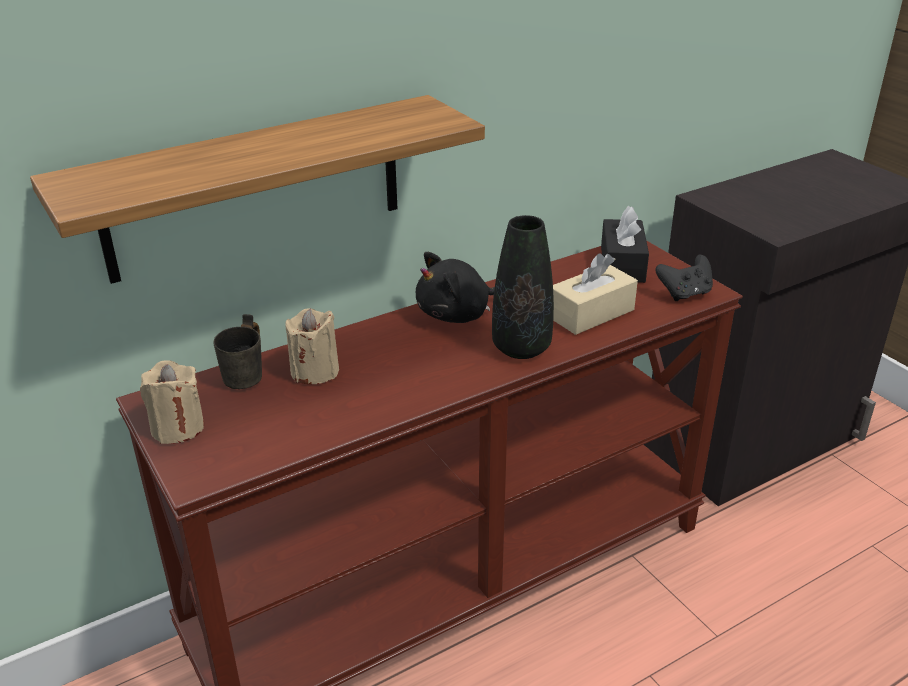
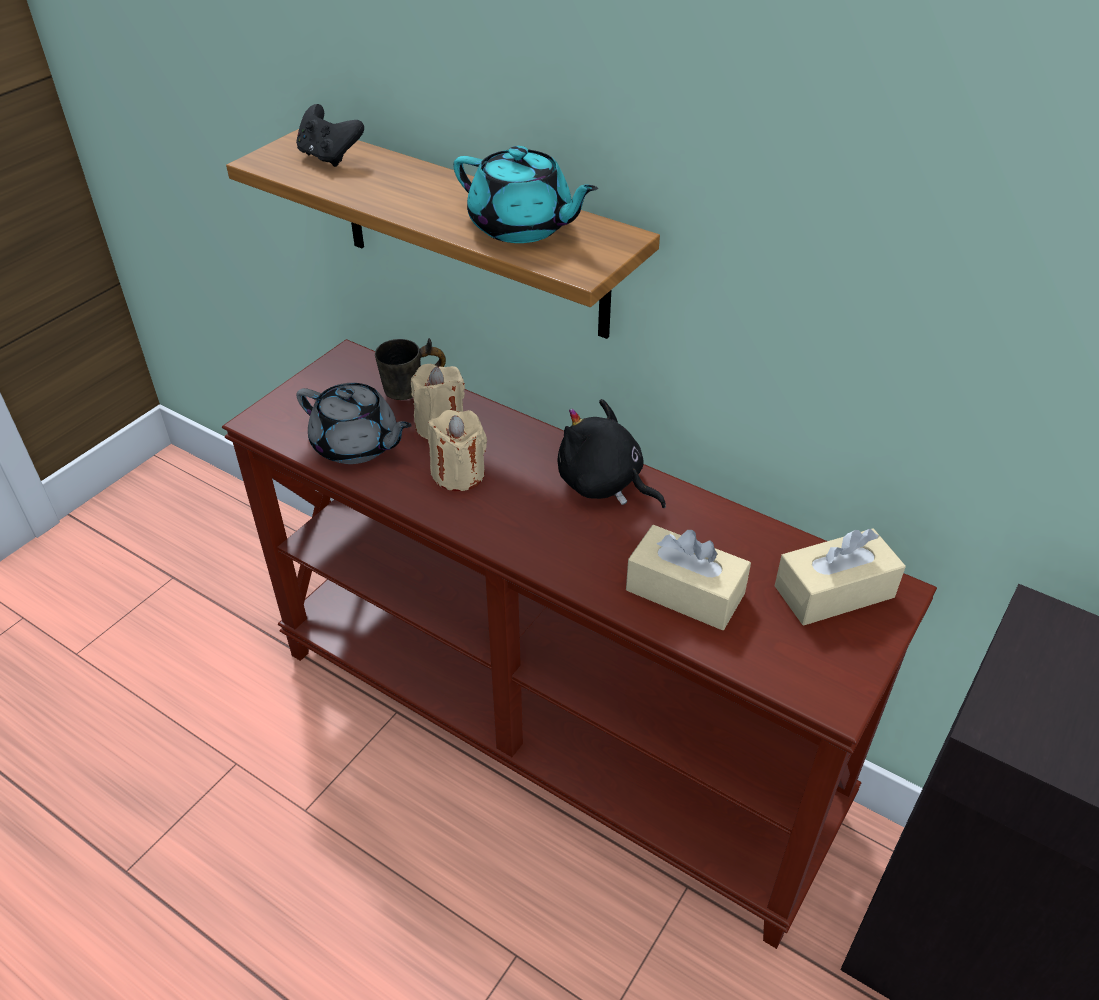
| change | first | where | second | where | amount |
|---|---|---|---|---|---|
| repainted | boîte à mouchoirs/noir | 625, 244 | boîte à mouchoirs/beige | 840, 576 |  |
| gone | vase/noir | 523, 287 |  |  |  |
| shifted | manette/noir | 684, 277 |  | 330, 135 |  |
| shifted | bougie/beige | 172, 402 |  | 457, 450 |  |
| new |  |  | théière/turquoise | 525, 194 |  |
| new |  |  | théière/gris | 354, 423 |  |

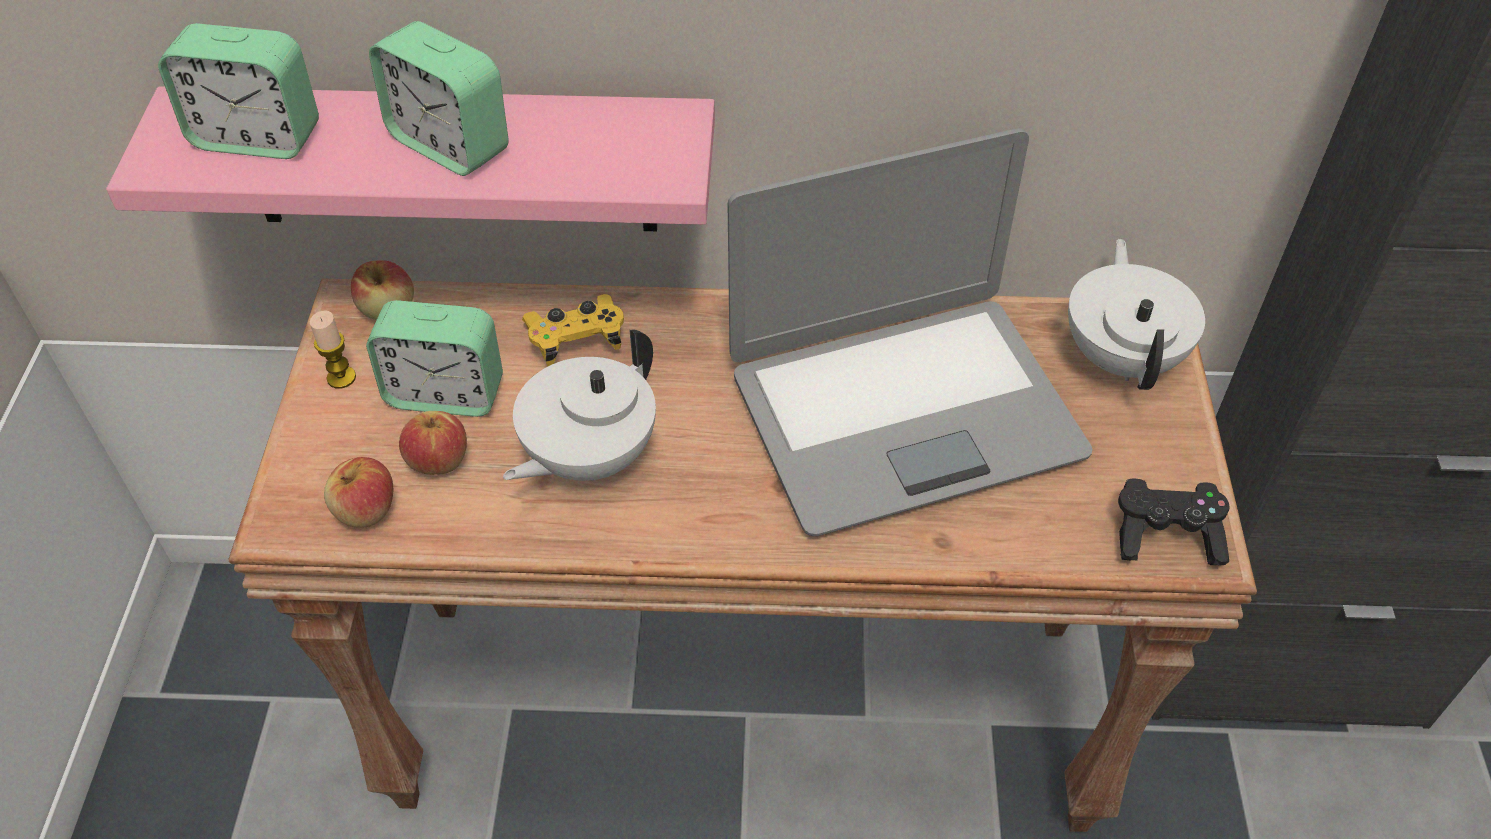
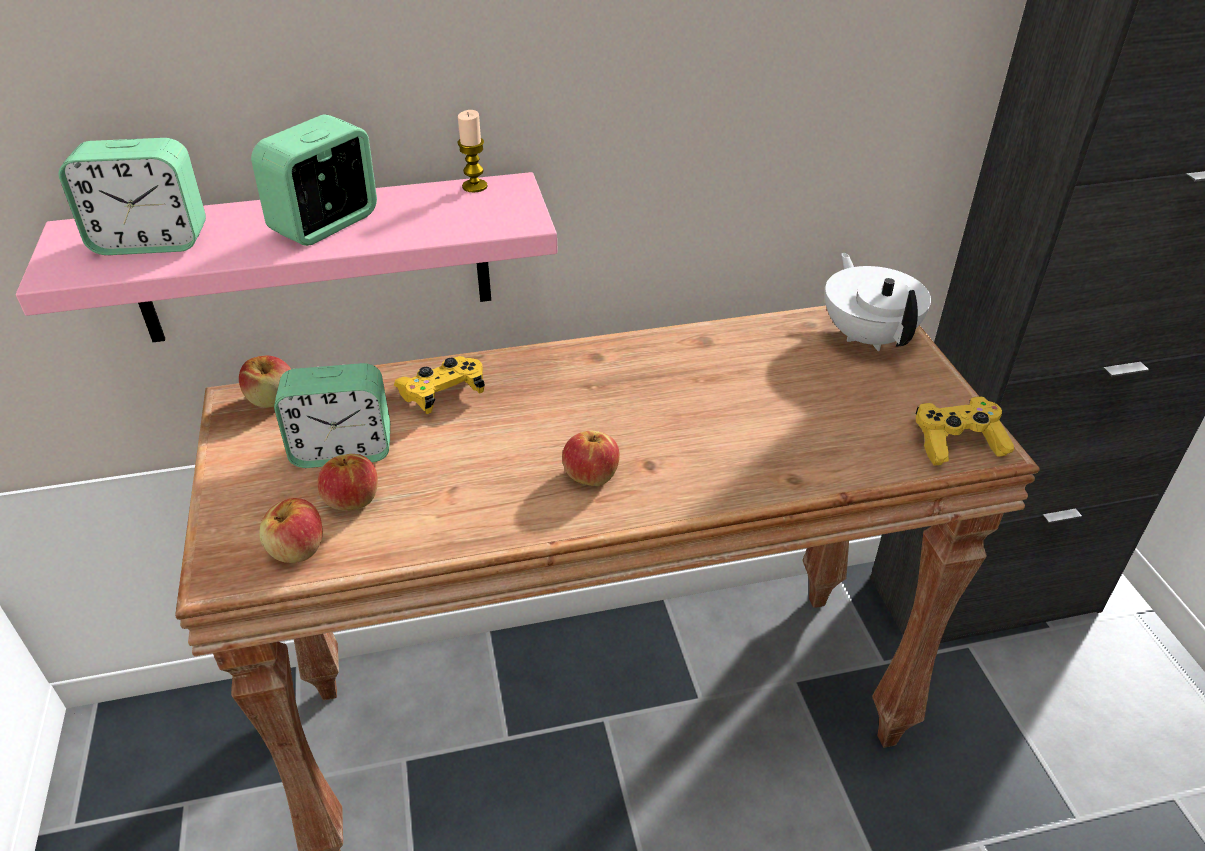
| change | first | where | second | where | amount |
|---|---|---|---|---|---|
| rotated | réveil | 439, 98 |  | 314, 180 | 105 degrees clockwise |
| gone | ordinateur portable | 910, 332 |  |  |  |
| shifted | bougie | 333, 350 |  | 472, 151 |  |
| gone | théière/blanc | 579, 405 |  |  |  |
| repainted | manette/noir | 1174, 521 | manette/jaune | 965, 431 |  |
| new |  |  | pomme | 591, 458 |  |

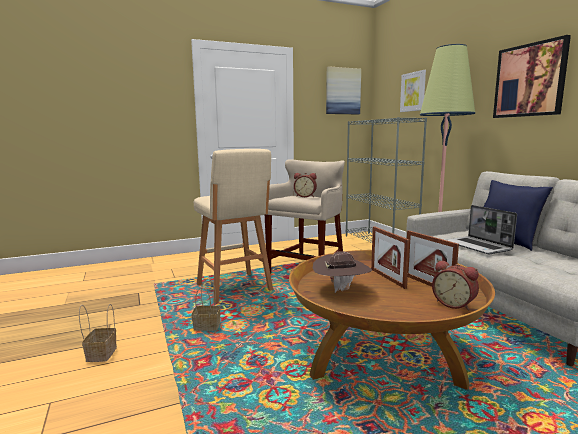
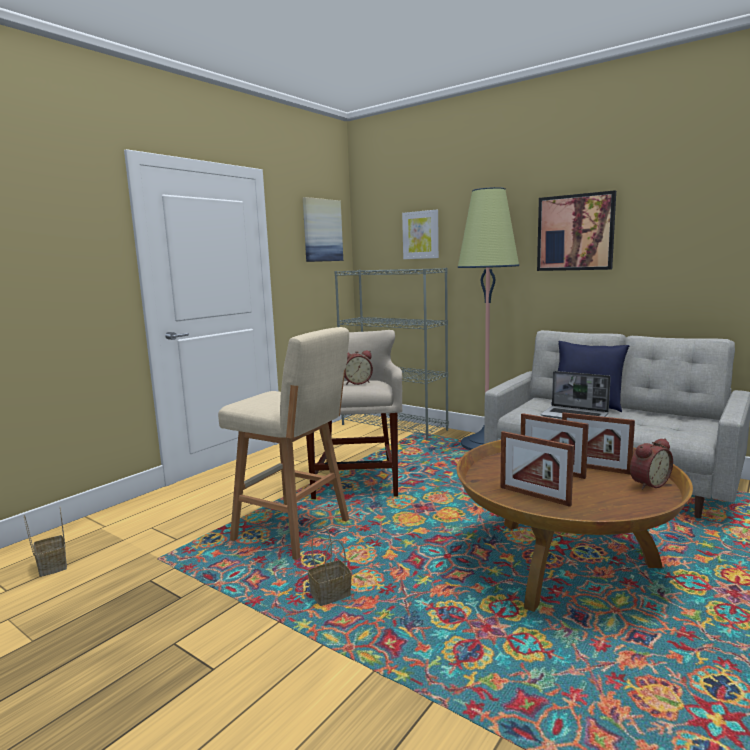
| change | first | where | second | where | amount |
|---|---|---|---|---|---|
| swapped | chapeau/marron | 342, 272 | cadre photo | 537, 469 |  |
| rotated | réveil | 455, 285 |  | 651, 463 | 45 degrees counterclockwise |
| shifted | panier | 98, 333 |  | 45, 542 |  |

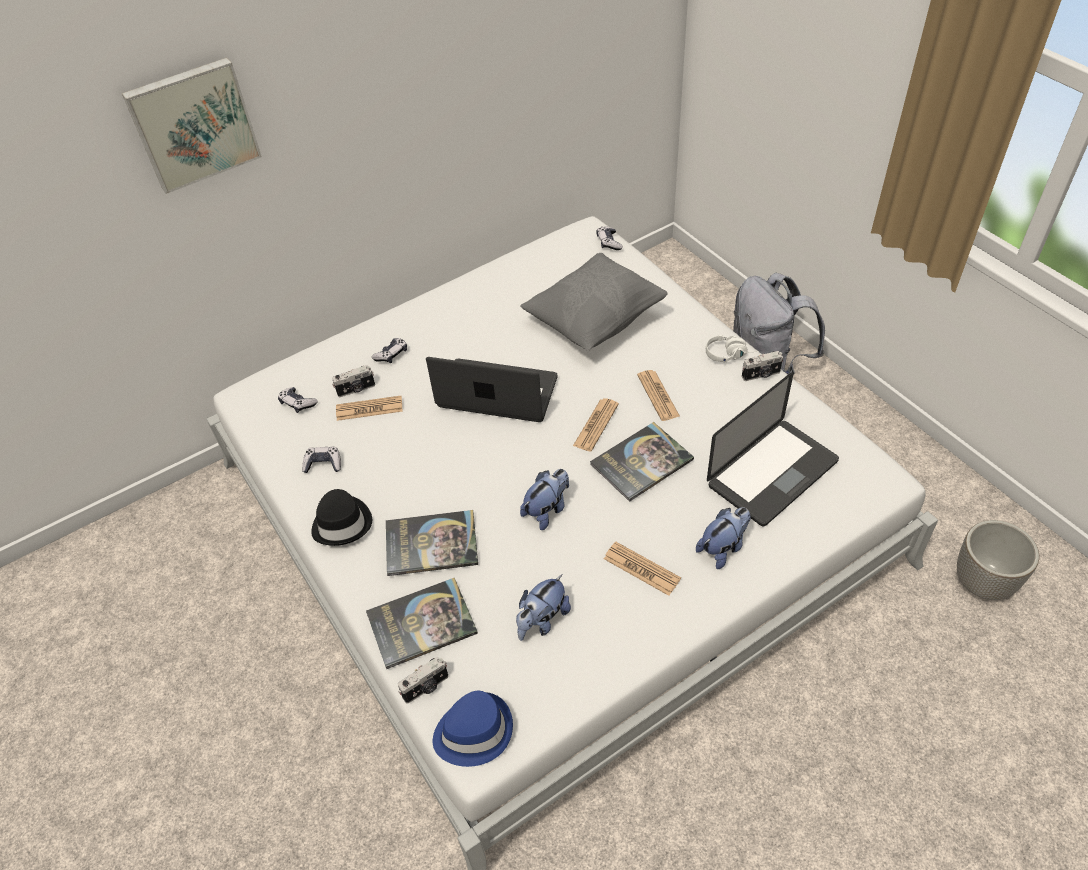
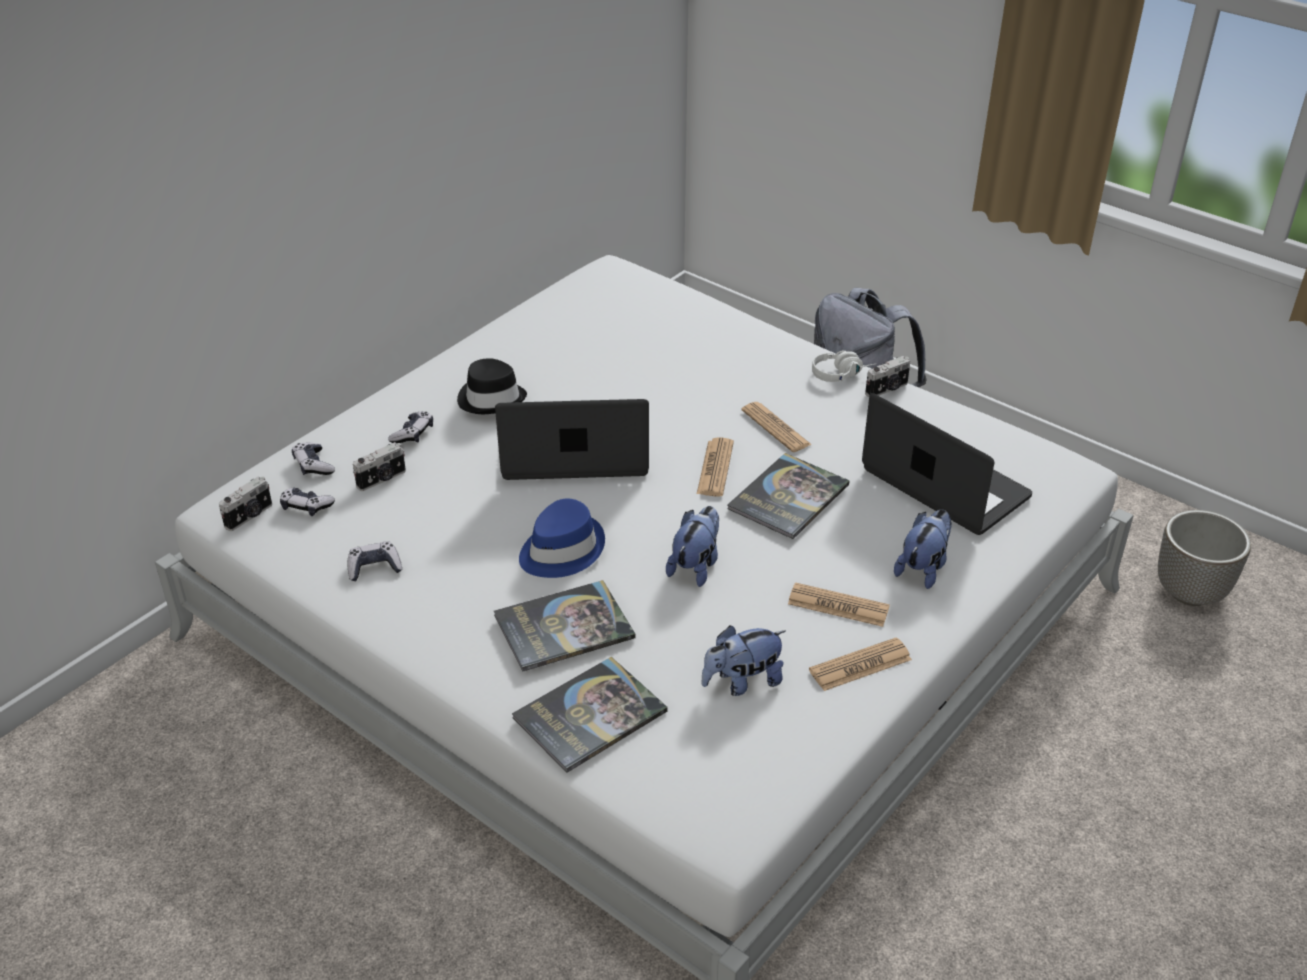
| change | first | where | second | where | amount |
|---|---|---|---|---|---|
| gone | tableau | 192, 126 |  |  |  |
| shifted | manette | 609, 238 |  | 313, 459 |  |
| gone | coussin/gris | 594, 301 |  |  |  |
| rotated | ordinateur portable | 773, 449 |  | 947, 464 | 75 degrees counterclockwise |
| shifted | journal | 369, 408 |  | 860, 664 |  |
| shifted | chapeau/noir | 341, 517 |  | 492, 386 |  |
| rotated | peluche | 543, 608 |  | 743, 660 | 45 degrees clockwise |
| shifted | appareil photo | 423, 680 |  | 245, 503 |  |
| shifted | chapeau/bleu | 473, 729 |  | 562, 538 |  |

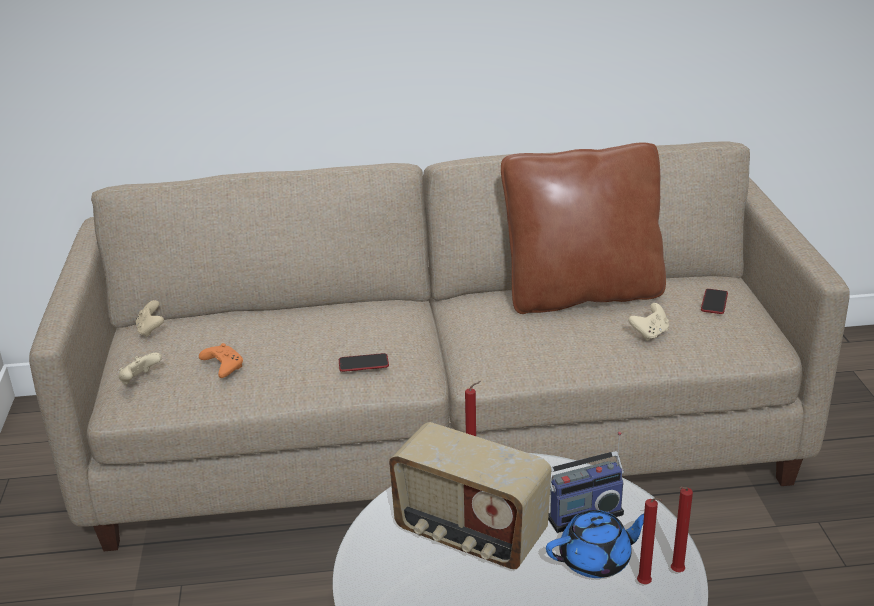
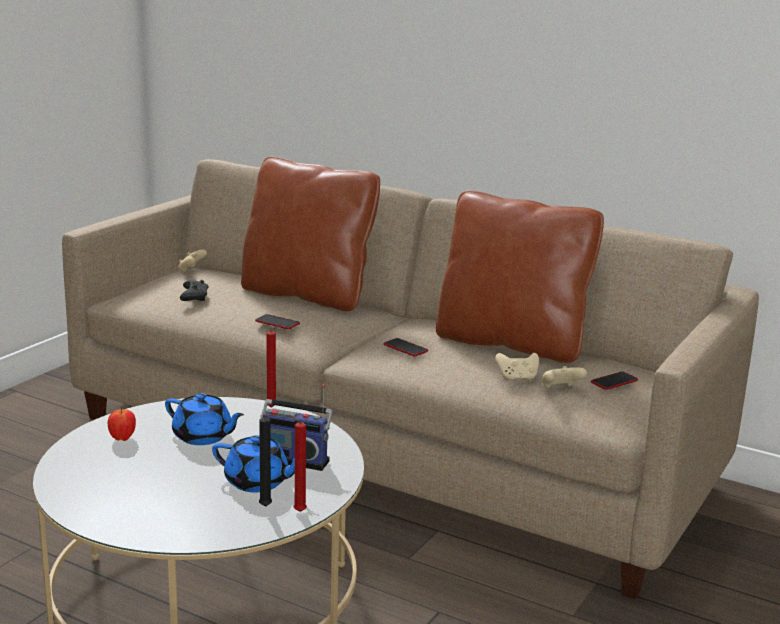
| change | first | where | second | where | amount |
|---|---|---|---|---|---|
| repainted | manette/orange | 221, 360 | manette/noir | 194, 290 |  |
| shifted | manette/beige | 140, 368 |  | 564, 377 |  |
| swapped | radio | 470, 495 | théière/bleu | 204, 419 |  |
| repainted | bougie/rouge | 649, 541 | bougie/noir | 265, 460 |  |
| new |  |  | coussin/marron | 310, 234 |  |
| new |  |  | téléphone | 406, 347 |  |
| new |  |  | pomme | 122, 424 |  |

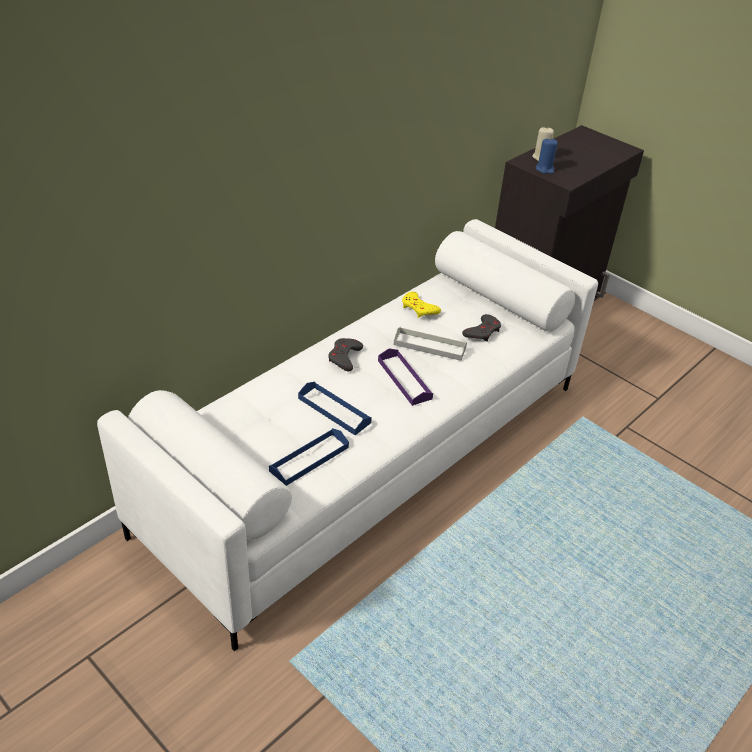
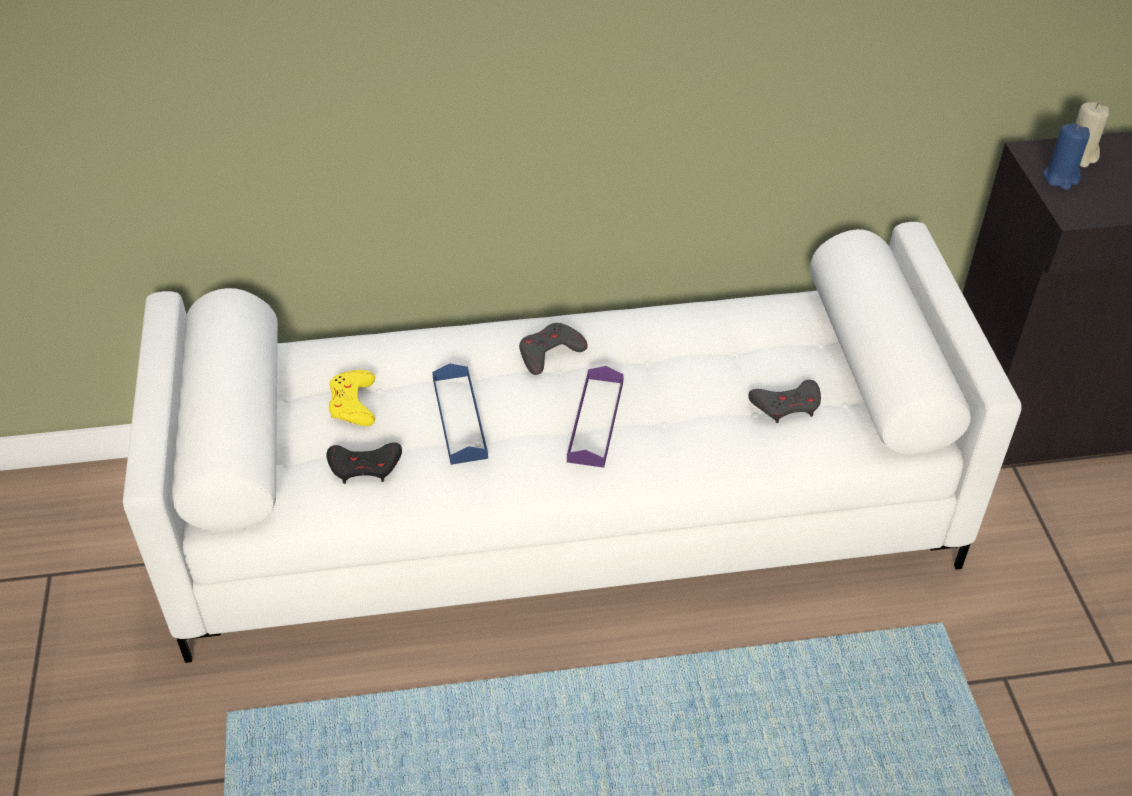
| change | first | where | second | where | amount |
|---|---|---|---|---|---|
| shifted | manette/jaune | 421, 305 |  | 351, 398 |  |
| gone | plateau/gris | 430, 344 |  |  |  |
| swapped | plateau/bleu | 309, 457 | manette/noir | 364, 463 |  |

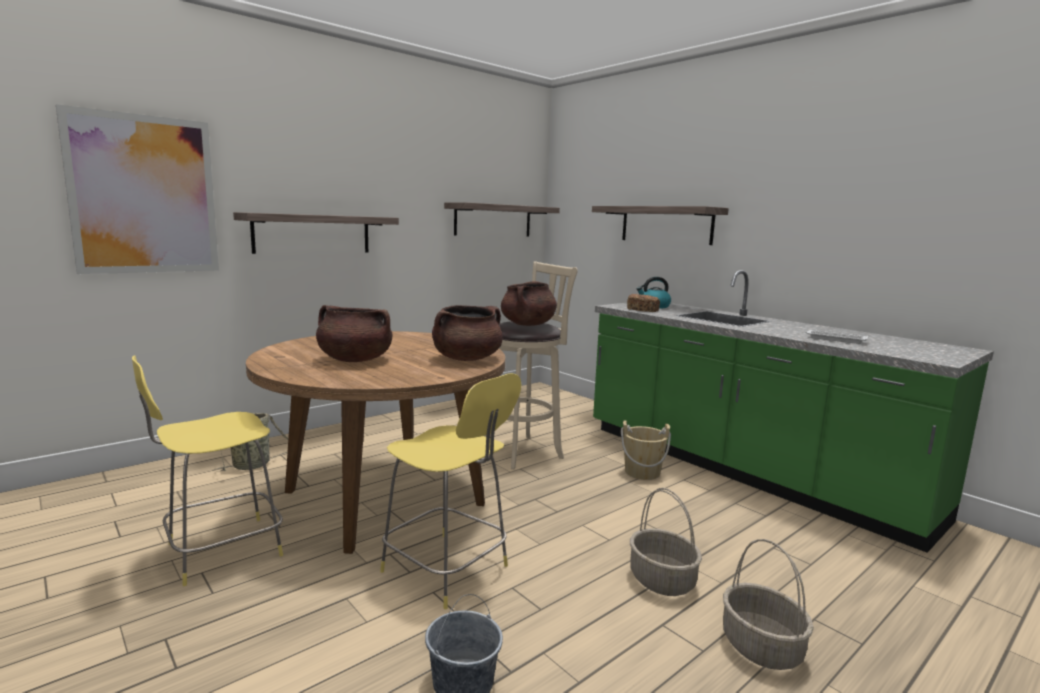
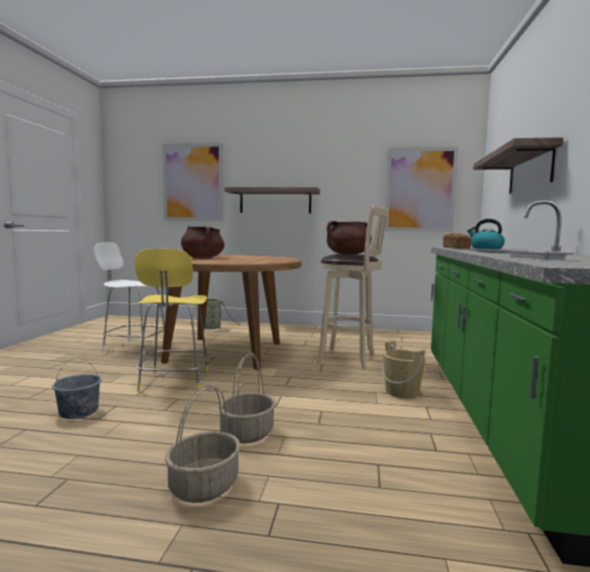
| change | first | where | second | where | amount |
|---|---|---|---|---|---|
| swapped | étagère | 502, 219 | tableau | 421, 189 |  |
| gone | marmite/marron | 467, 333 |  |  |  |
| repainted | tabouret/jaune | 207, 470 | tabouret/blanc | 129, 298 |  |

